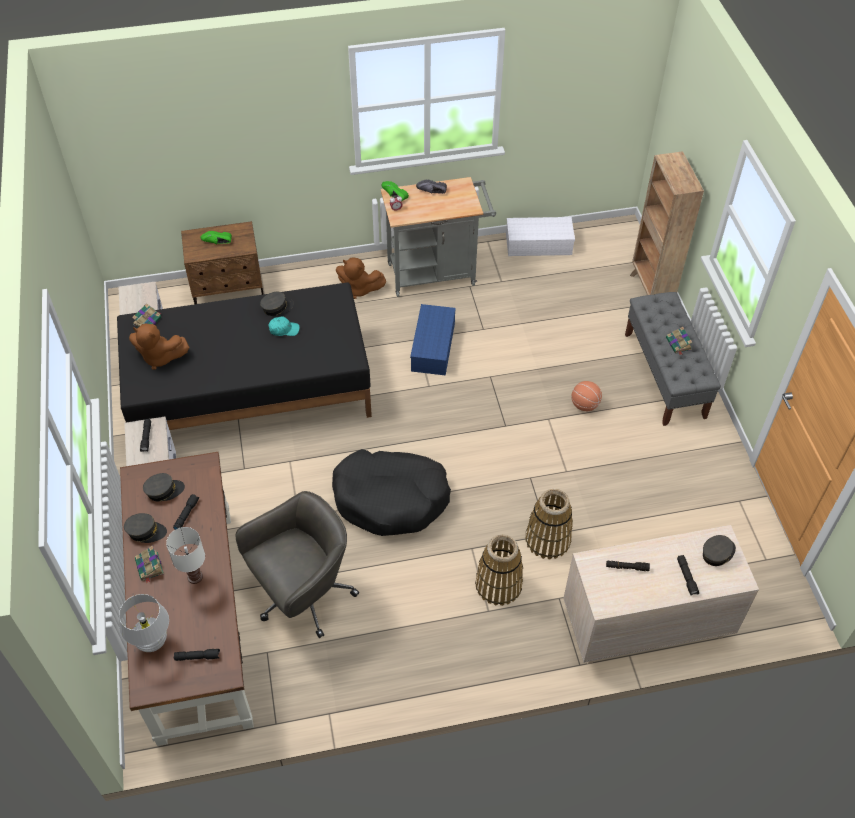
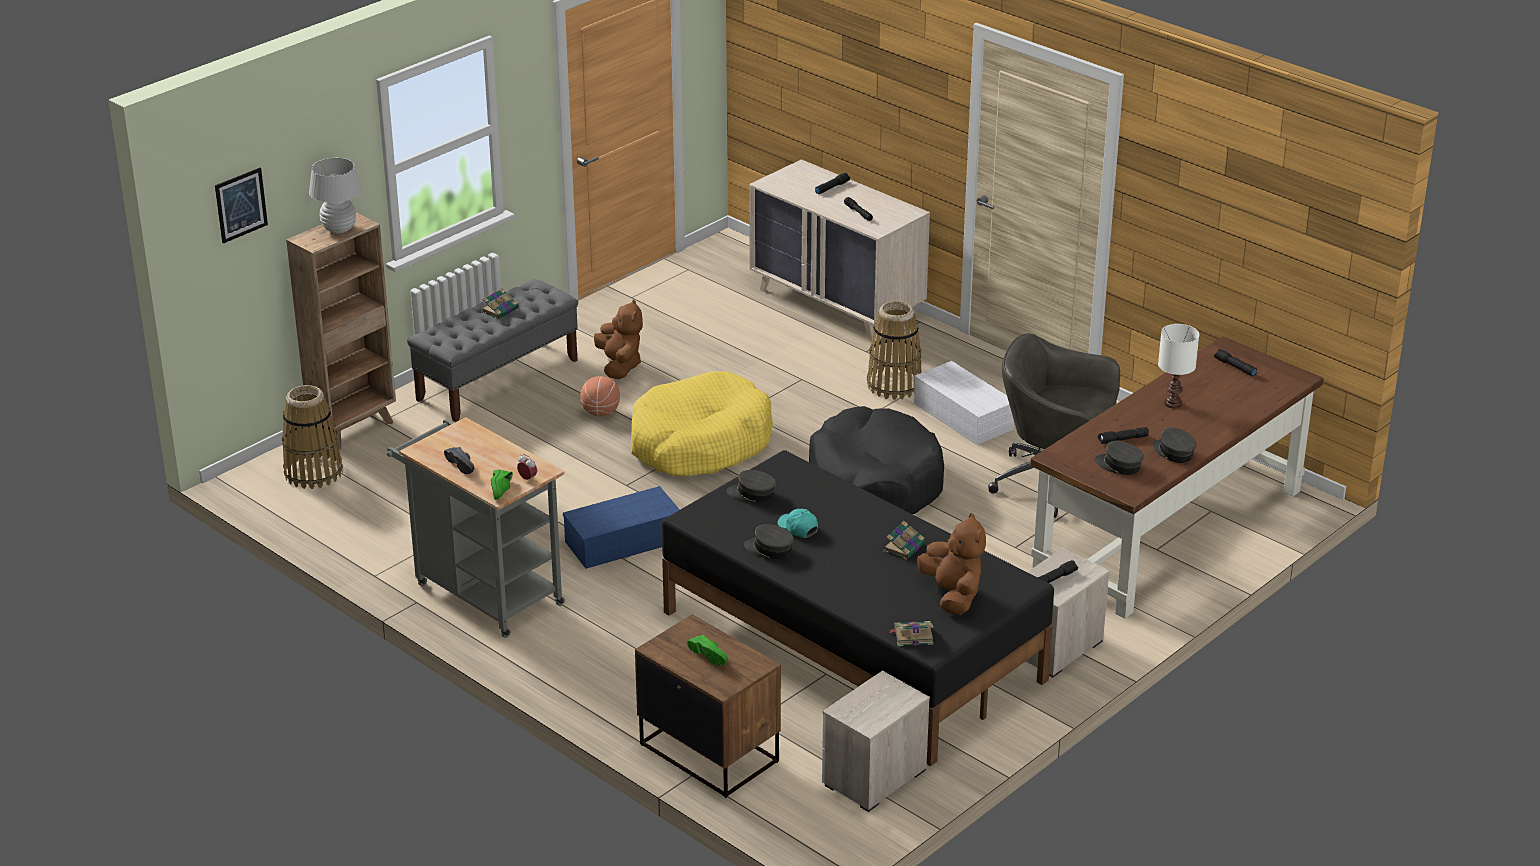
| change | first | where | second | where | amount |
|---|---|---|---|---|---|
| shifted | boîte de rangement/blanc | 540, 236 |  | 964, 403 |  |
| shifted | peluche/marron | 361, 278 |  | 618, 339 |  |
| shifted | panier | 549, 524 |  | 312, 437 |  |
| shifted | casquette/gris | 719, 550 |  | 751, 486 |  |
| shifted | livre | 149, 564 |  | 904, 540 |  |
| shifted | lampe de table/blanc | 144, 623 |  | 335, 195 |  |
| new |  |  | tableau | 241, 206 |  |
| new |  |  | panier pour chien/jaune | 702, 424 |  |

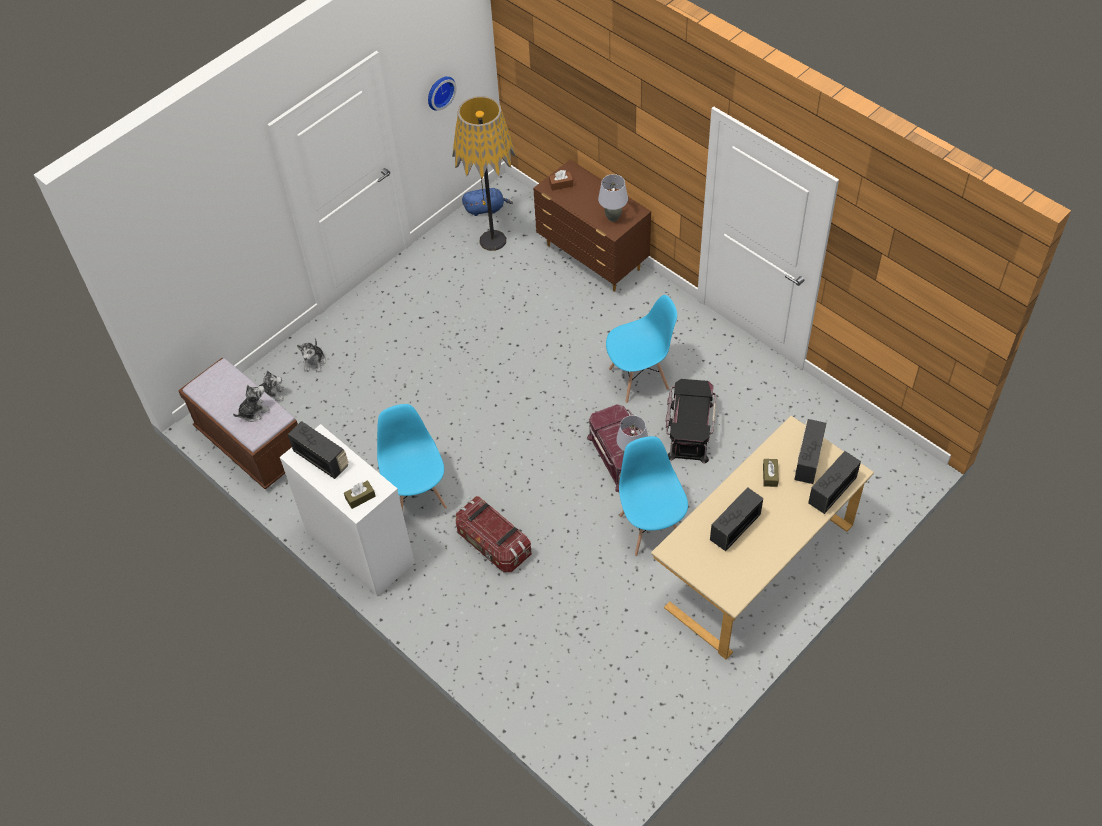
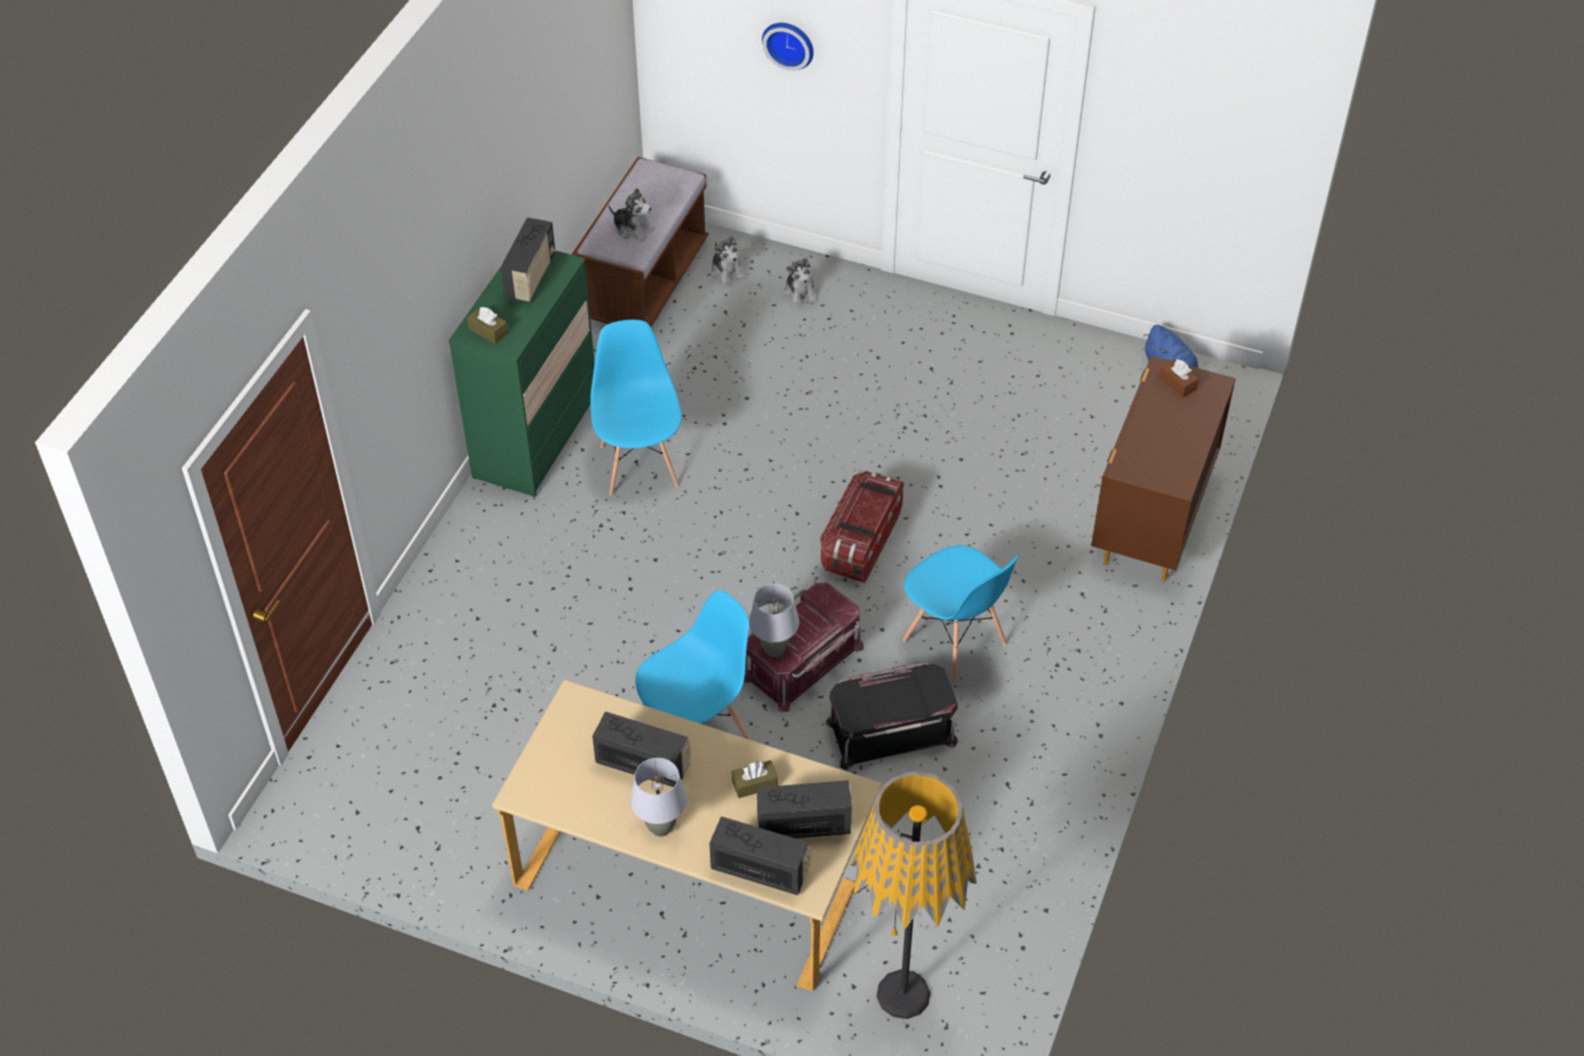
| change | first | where | second | where | amount |
|---|---|---|---|---|---|
| shifted | horloge murale | 442, 93 |  | 787, 47 |  |
| shifted | lampadaire | 484, 173 |  | 913, 895 |  |
| shifted | lampe de table/gris | 613, 198 |  | 659, 797 |  |
| rotated | peluche | 311, 355 |  | 800, 282 | 90 degrees counterclockwise |
| rotated | chaise/bleu | 412, 458 |  | 636, 408 | 60 degrees counterclockwise |
| repainted | commode/blanc | 347, 510 | commode/vert | 522, 374 |  |
| shifted | boîte de rangement | 494, 534 |  | 862, 527 |  |

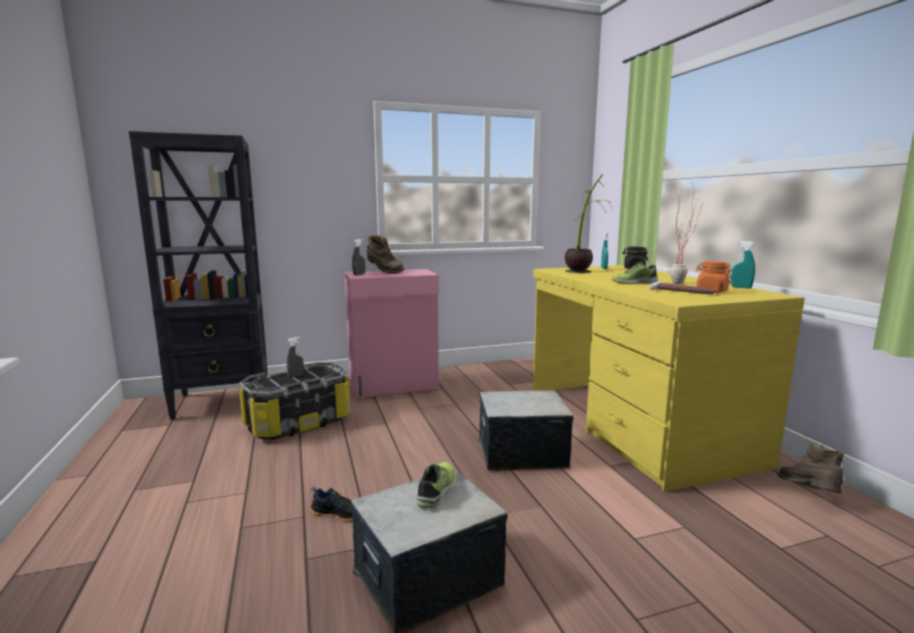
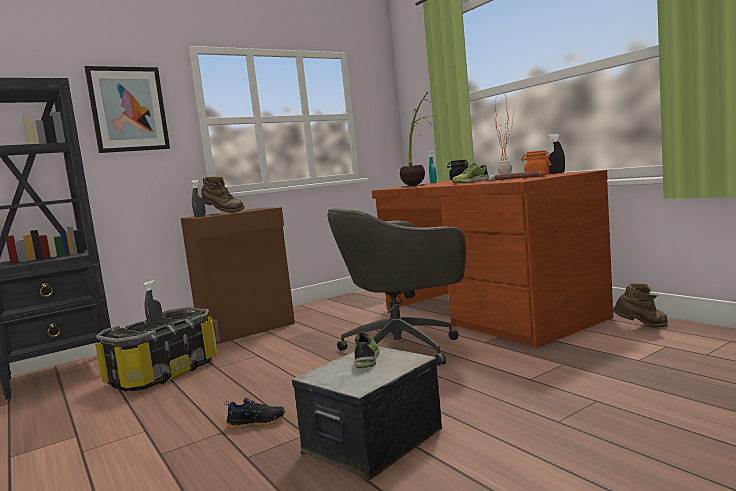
| change | first | where | second | where | amount |
|---|---|---|---|---|---|
| repainted | vaporisateur/turquoise | 743, 265 | vaporisateur/noir | 556, 154 |  |
| repainted | bureau/jaune | 669, 378 | bureau/marron | 492, 259 |  |
| repainted | meuble de rangement/rose | 392, 333 | meuble de rangement/marron | 238, 275 |  |
| swapped | boîte de rangement | 526, 430 | chaise de bureau/gris | 396, 287 |  |
| rotated | botte/marron | 810, 468 |  | 640, 305 | 105 degrees clockwise |
| new |  |  | tableau | 127, 109 |  |

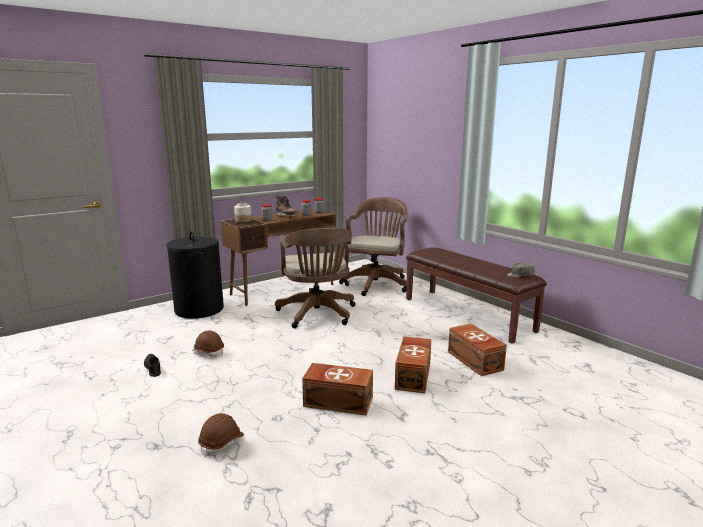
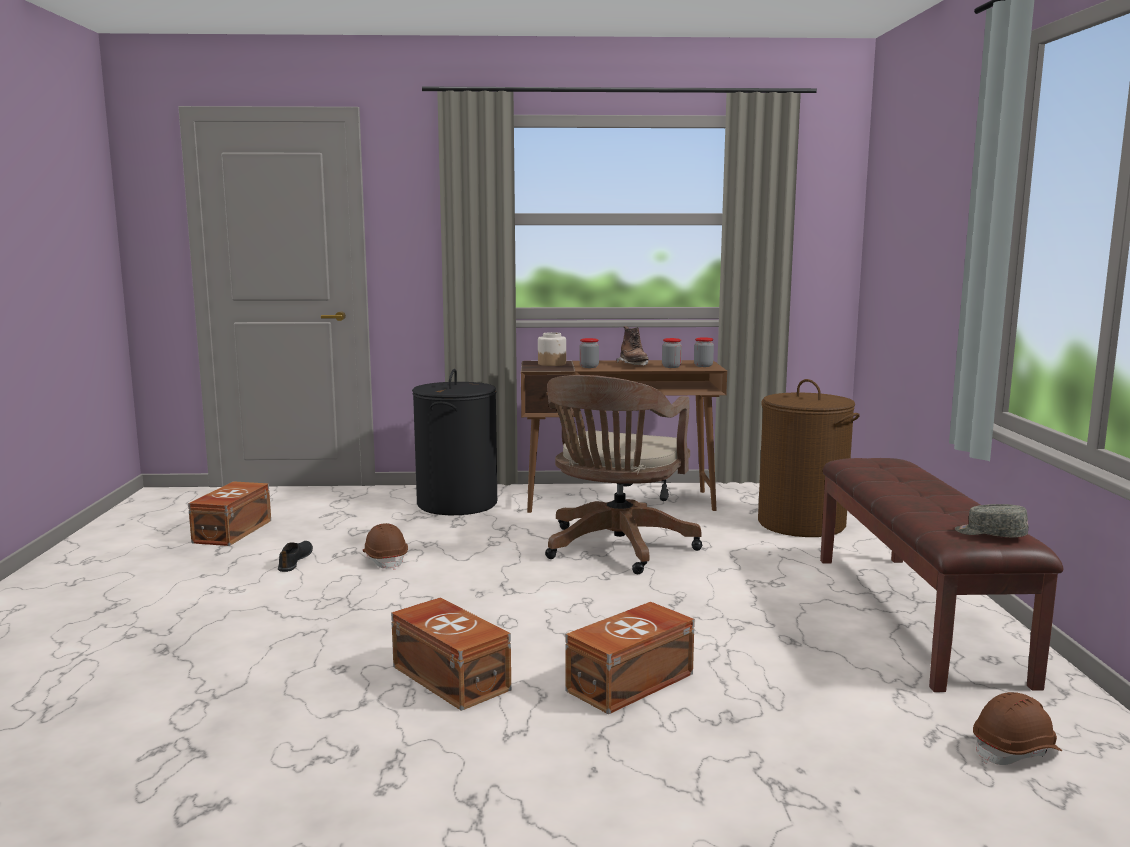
| change | first | where | second | where | amount |
|---|---|---|---|---|---|
| swapped | chaise de bureau/marron | 373, 246 | panier à linge/marron | 809, 458 |  |
| shifted | boîte de rangement/marron | 477, 350 |  | 229, 513 |  |
| shifted | casque de chantier/marron | 221, 435 |  | 1018, 728 |  |

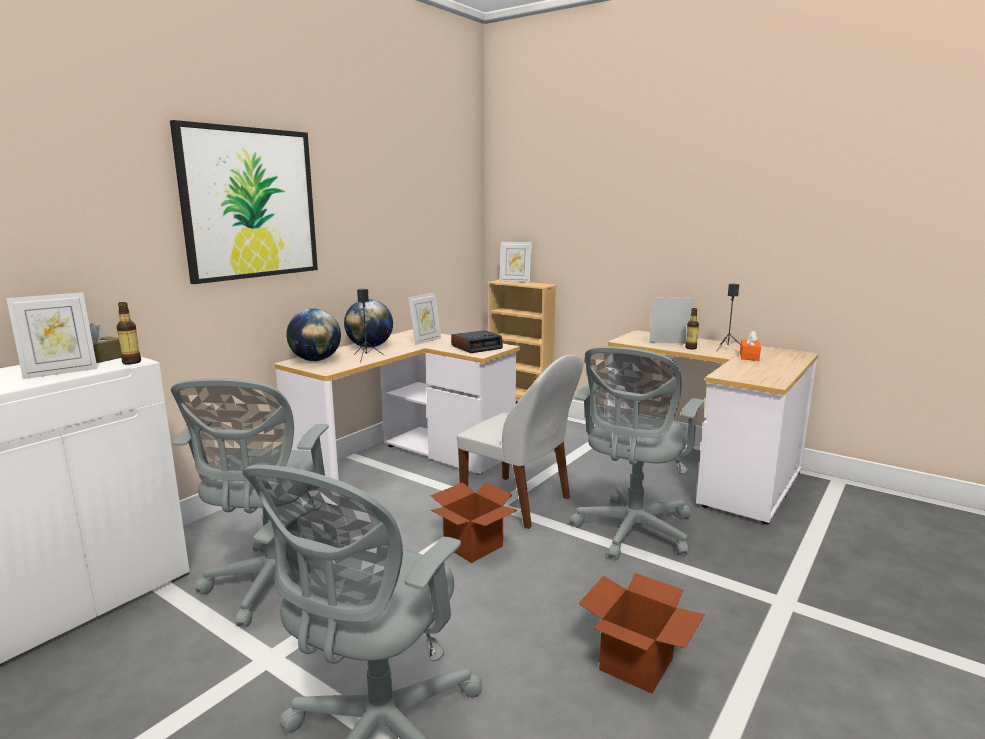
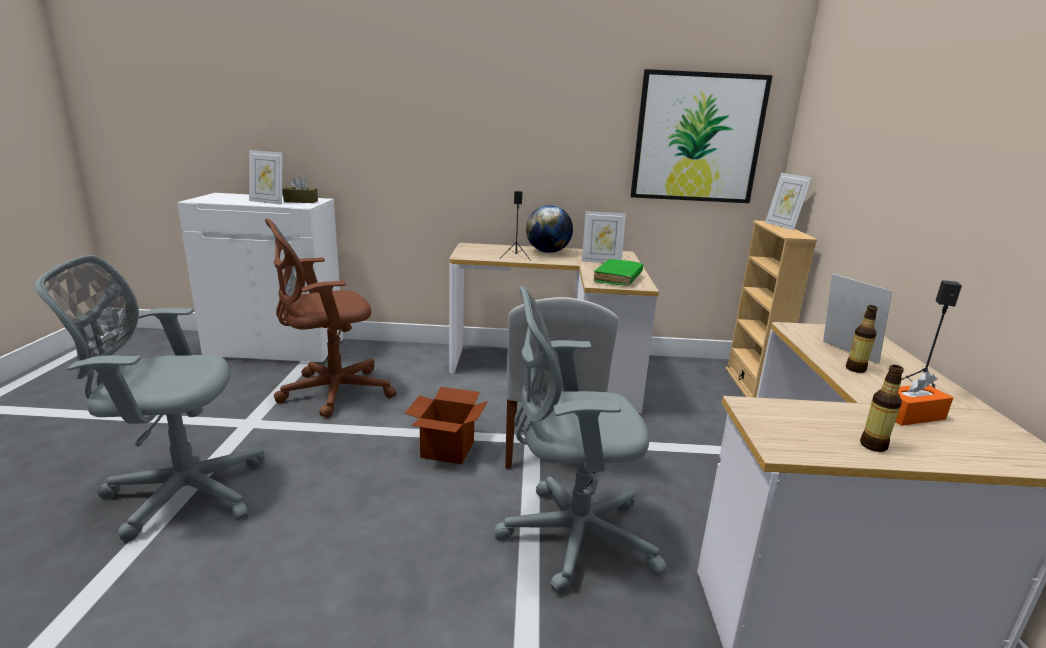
| change | first | where | second | where | amount |
|---|---|---|---|---|---|
| shifted | tableau | 244, 202 |  | 701, 136 |  |
| shifted | bouteille | 129, 333 |  | 882, 408 |  |
| gone | globe | 313, 334 |  |  |  |
| swapped | réveil | 477, 341 | livre/vert | 618, 272 |  |
| repainted | chaise de bureau/gris | 250, 502 | chaise de bureau/marron | 331, 318 |  |
| gone | carton | 641, 633 |  |  |  |

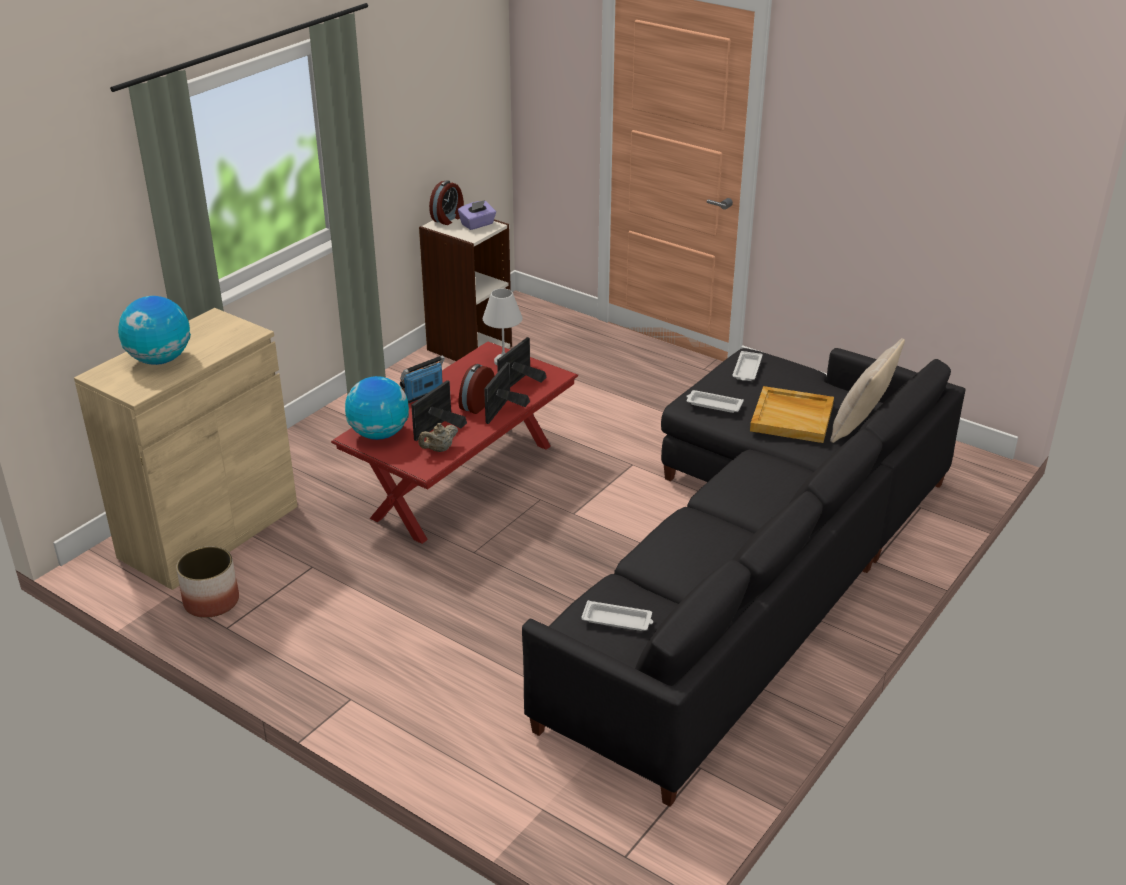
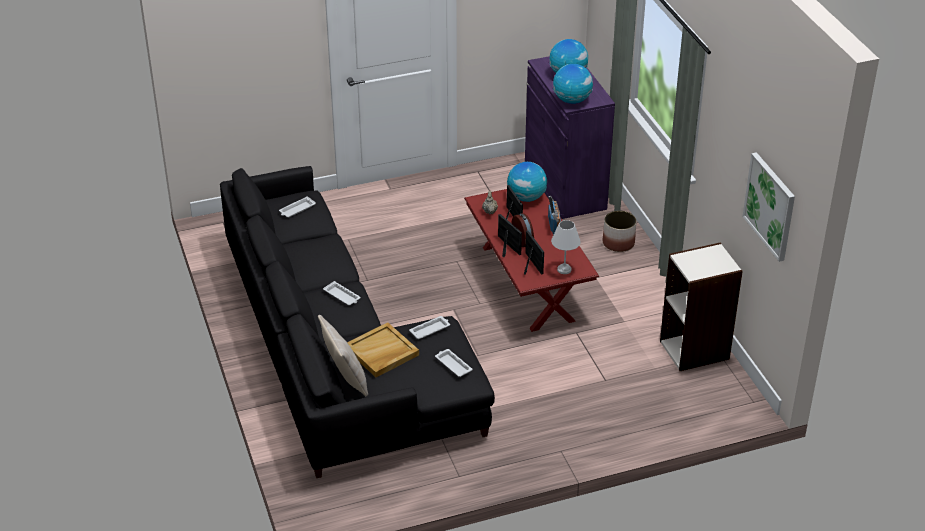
| change | first | where | second | where | amount |
|---|---|---|---|---|---|
| gone | réveil | 446, 202 |  |  |  |
| gone | boîte à mouchoirs/violet | 477, 215 |  |  |  |
| repainted | meuble de rangement/beige | 186, 449 | meuble de rangement/violet | 570, 137 |  |
| shifted | cache-pot | 207, 582 |  | 619, 231 |  |
| new |  |  | globe | 573, 84 |  |
| new |  |  | tableau | 768, 207 |  |
| new |  |  | plateau/blanc | 341, 293 |  |

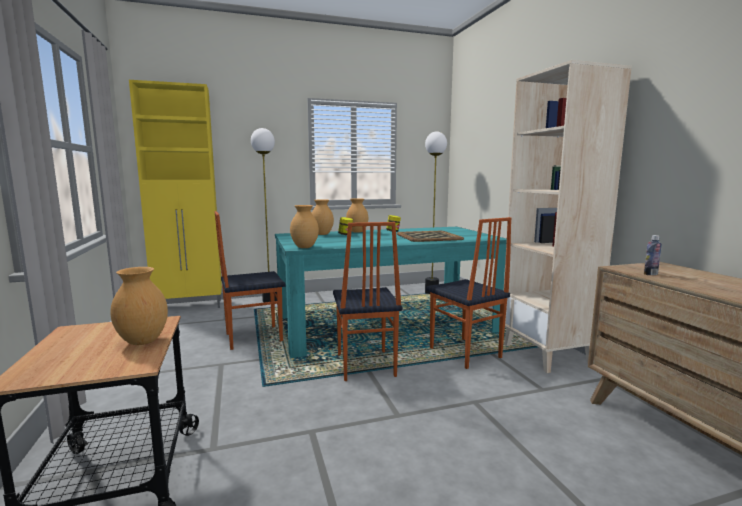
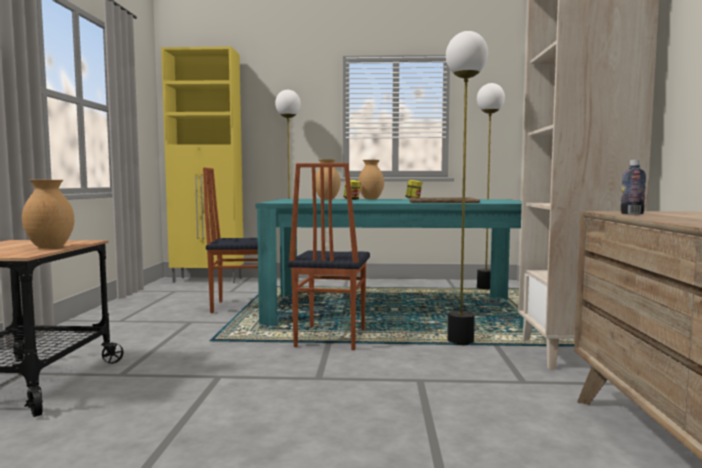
| change | first | where | second | where | amount |
|---|---|---|---|---|---|
| gone | vase/marron | 304, 226 |  |  |  |
| swapped | chaise | 468, 293 | lampadaire | 467, 188 |  |

